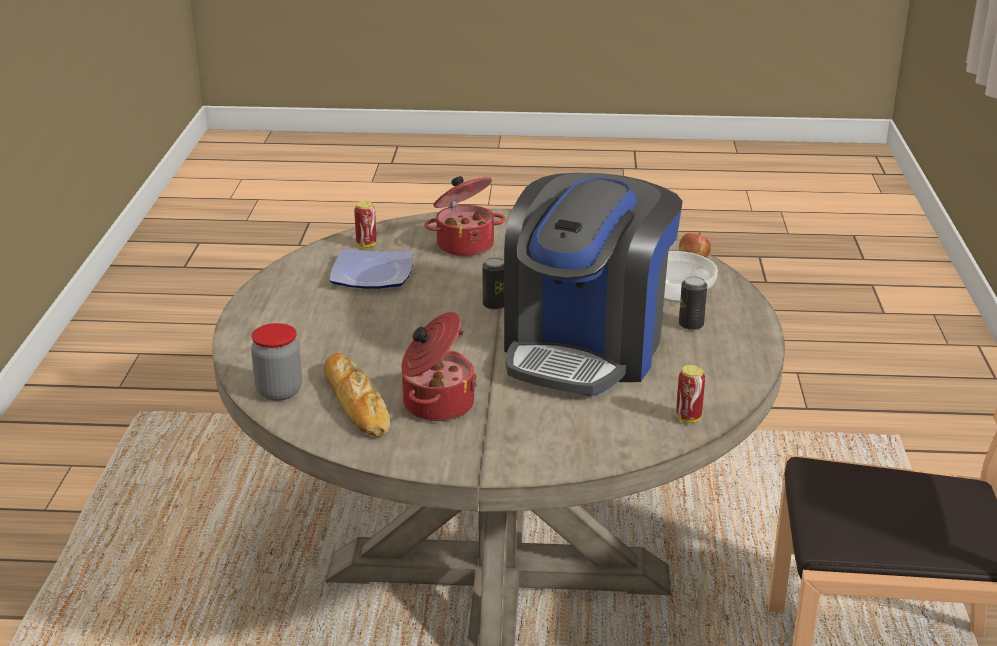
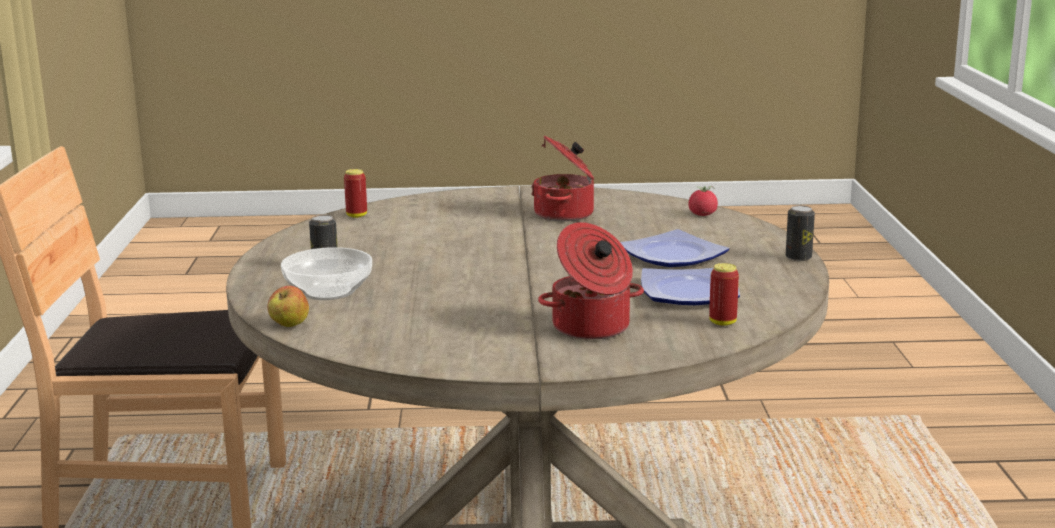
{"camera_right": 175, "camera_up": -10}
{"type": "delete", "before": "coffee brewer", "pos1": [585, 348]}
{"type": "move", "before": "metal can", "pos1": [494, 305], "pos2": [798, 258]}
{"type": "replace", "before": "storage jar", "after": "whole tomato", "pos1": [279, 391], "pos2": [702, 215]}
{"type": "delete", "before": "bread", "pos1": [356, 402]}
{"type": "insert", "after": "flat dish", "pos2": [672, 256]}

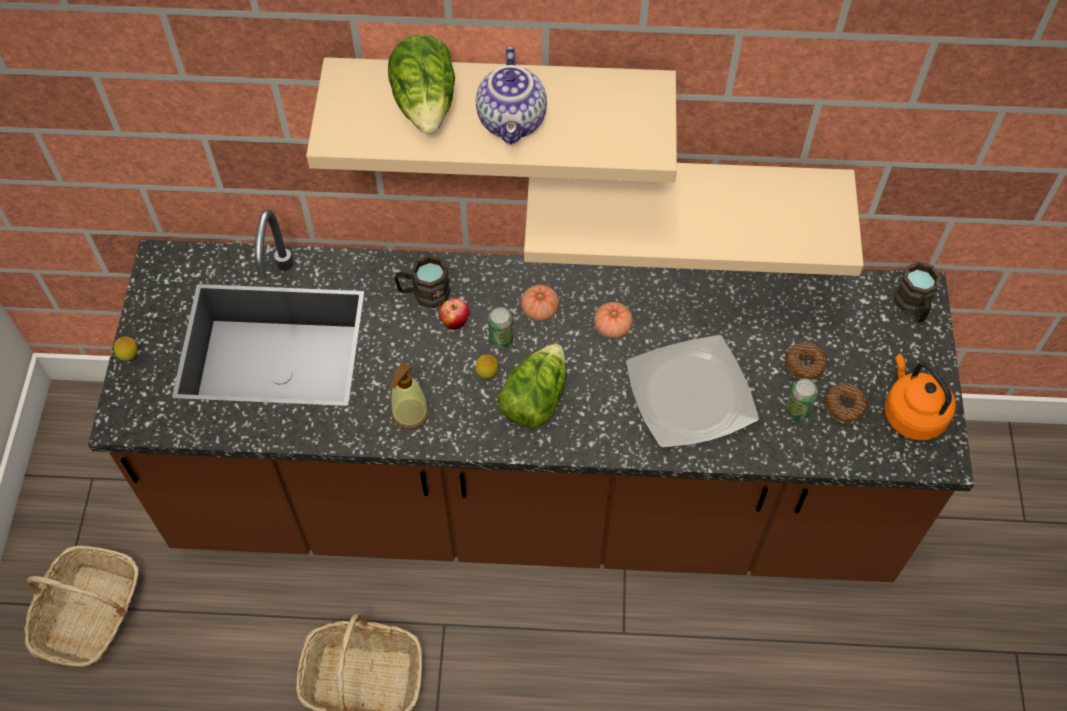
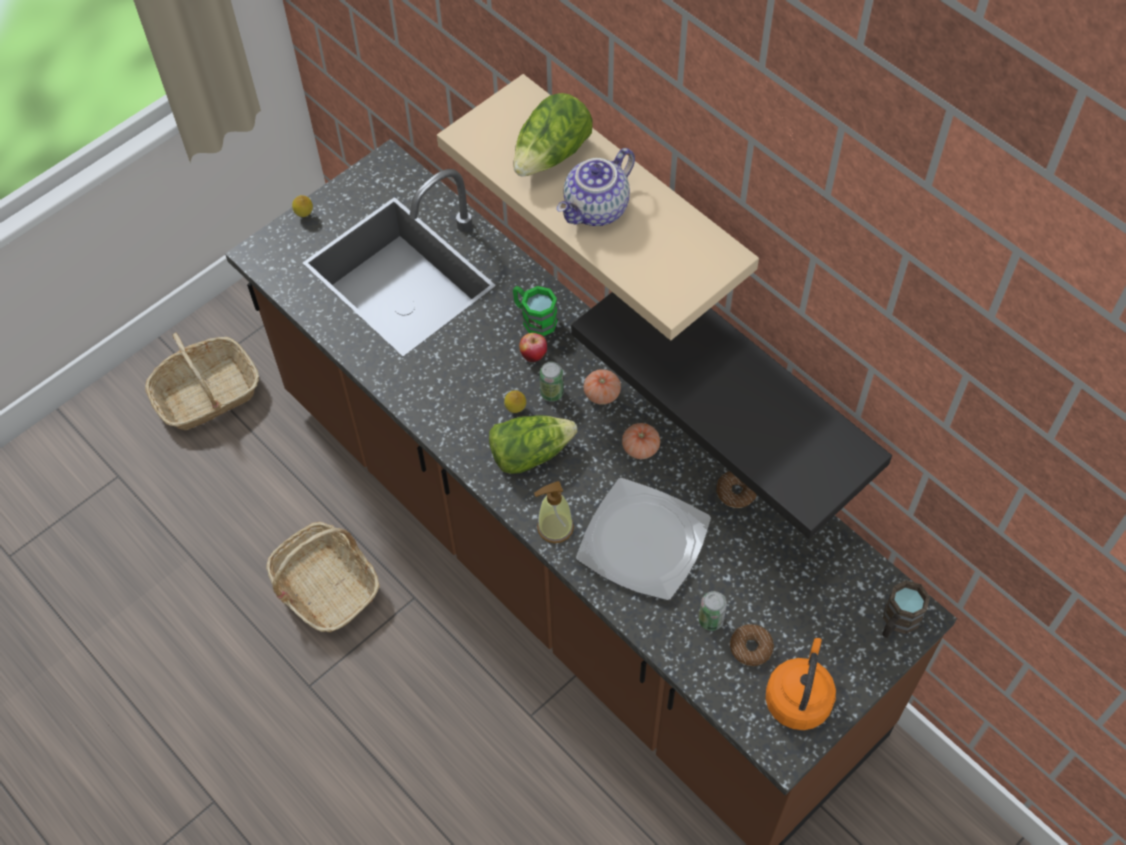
{"camera_right": 45, "camera_up": 0}
{"type": "recolor", "before": "beige-coloured bracket shelf", "after": "black-coloured bracket shelf", "pos1": [686, 193], "pos2": [762, 379]}
{"type": "recolor", "before": "brown mug", "after": "greenish mug", "pos1": [424, 293], "pos2": [534, 318]}
{"type": "move", "before": "doughnut", "pos1": [804, 364], "pos2": [736, 492]}
{"type": "move", "before": "soap dispenser", "pos1": [410, 413], "pos2": [555, 527]}

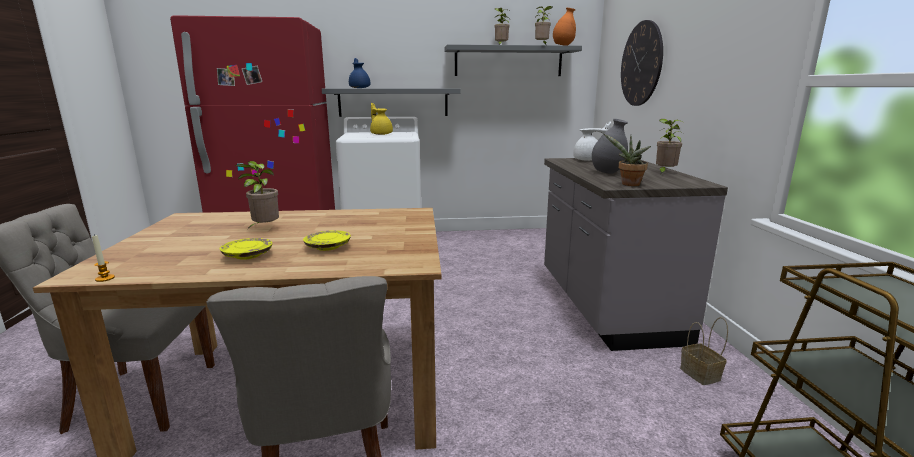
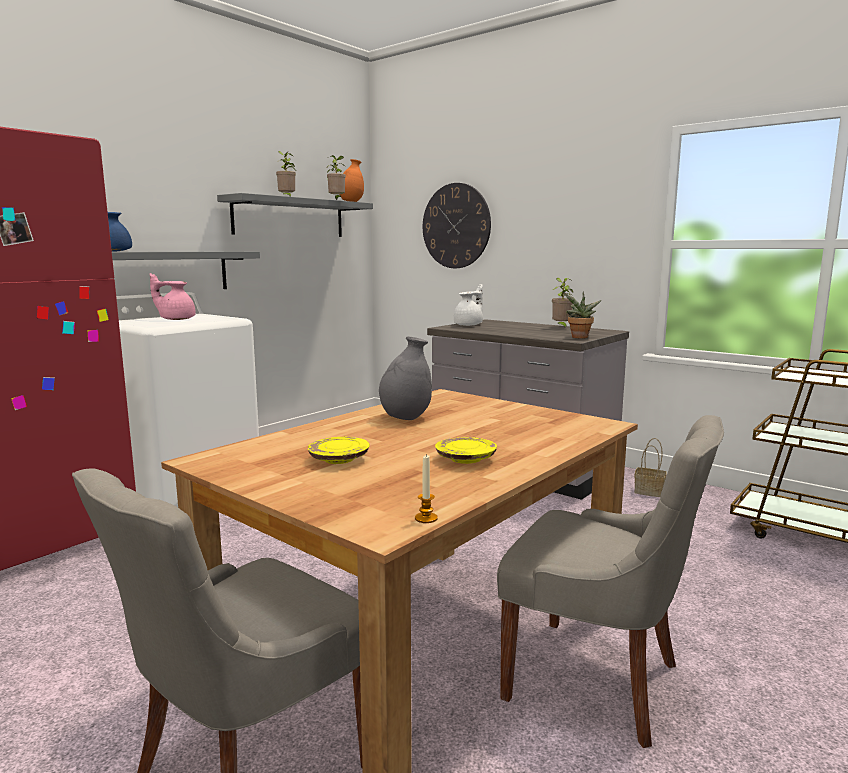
{"camera_right": -45, "camera_up": -5}
{"type": "recolor", "before": "yellowish teapot", "after": "pink teapot", "pos1": [381, 134], "pos2": [176, 319]}
{"type": "move", "before": "greyish flower vase", "pos1": [607, 172], "pos2": [405, 418]}
{"type": "delete", "before": "plant in a pot", "pos1": [264, 229]}
{"type": "move", "before": "yellowish flat dish", "pos1": [327, 247], "pos2": [339, 459]}

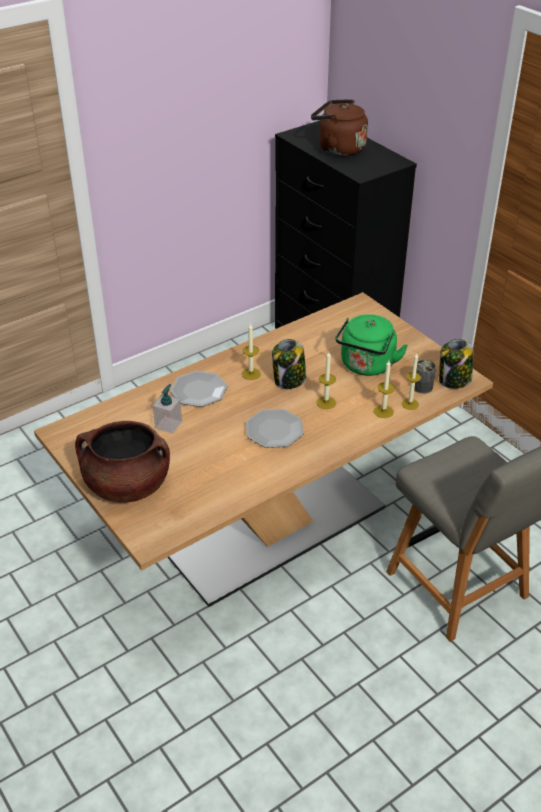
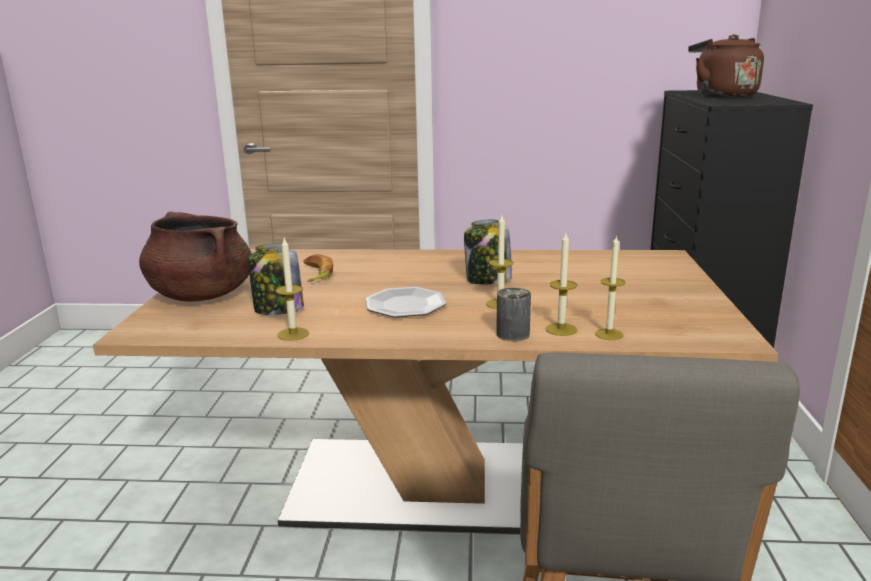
{"camera_right": 40, "camera_up": -20}
{"type": "delete", "before": "greenish kettle", "pos1": [366, 366]}
{"type": "move", "before": "wax candle", "pos1": [251, 374], "pos2": [293, 334]}
{"type": "move", "before": "storage jar", "pos1": [454, 380], "pos2": [278, 310]}
{"type": "move", "before": "metal can", "pos1": [422, 387], "pos2": [513, 334]}
{"type": "delete", "before": "flat dish", "pos1": [199, 390]}
{"type": "replace", "before": "soap dispenser", "after": "whole banana", "pos1": [168, 424], "pos2": [315, 274]}

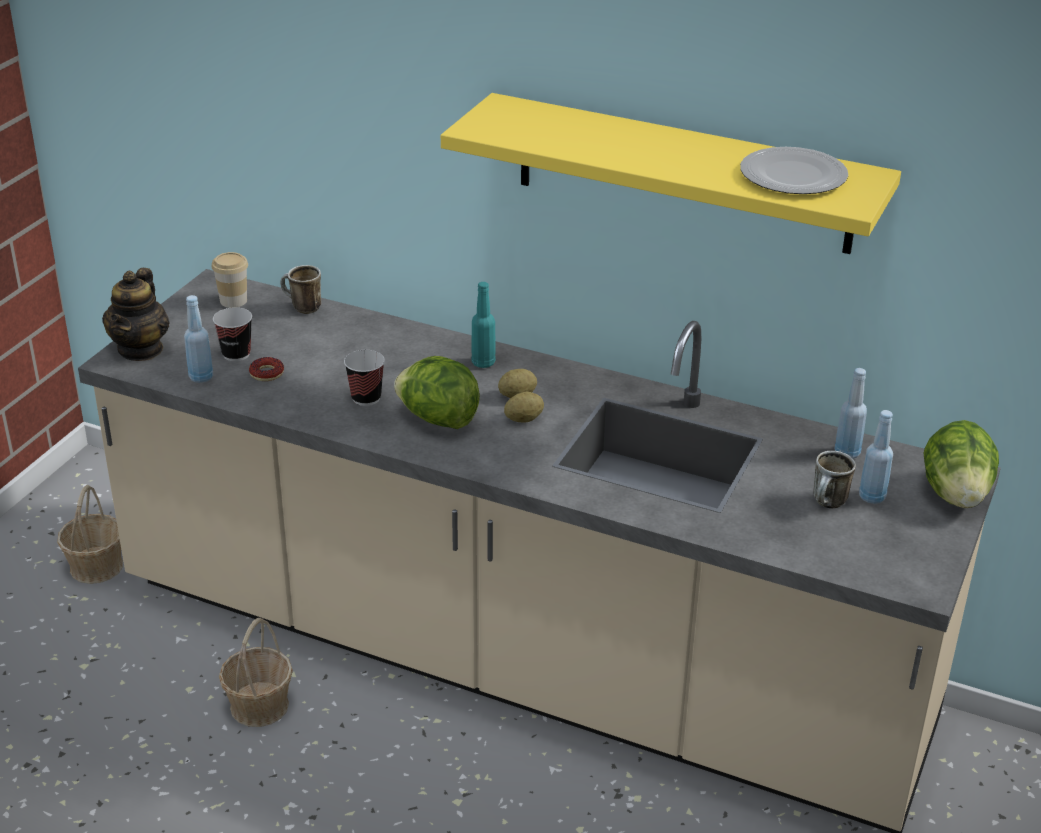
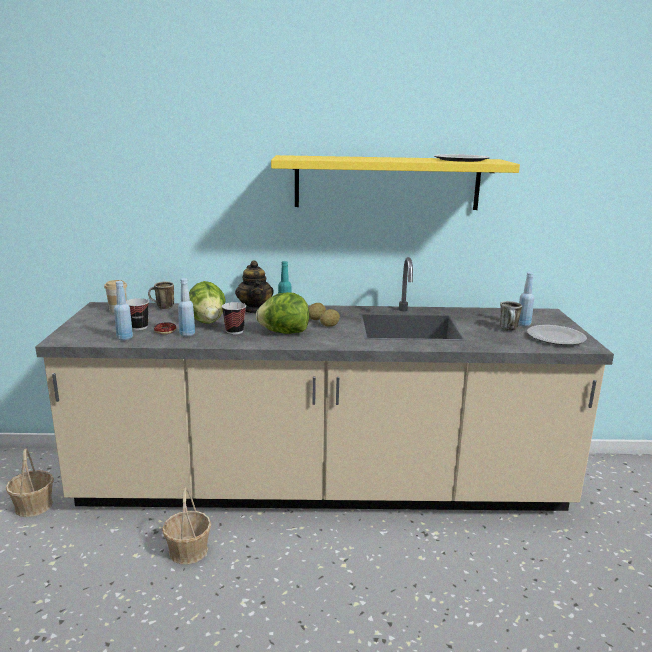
{"camera_right": -25, "camera_up": -15}
{"type": "move", "before": "teapot", "pos1": [141, 349], "pos2": [255, 310]}
{"type": "move", "before": "blue-coloured drink bottle", "pos1": [847, 453], "pos2": [187, 334]}
{"type": "move", "before": "head of lettuce", "pos1": [955, 494], "pos2": [207, 321]}
{"type": "insert", "after": "flat dish", "pos2": [555, 337]}

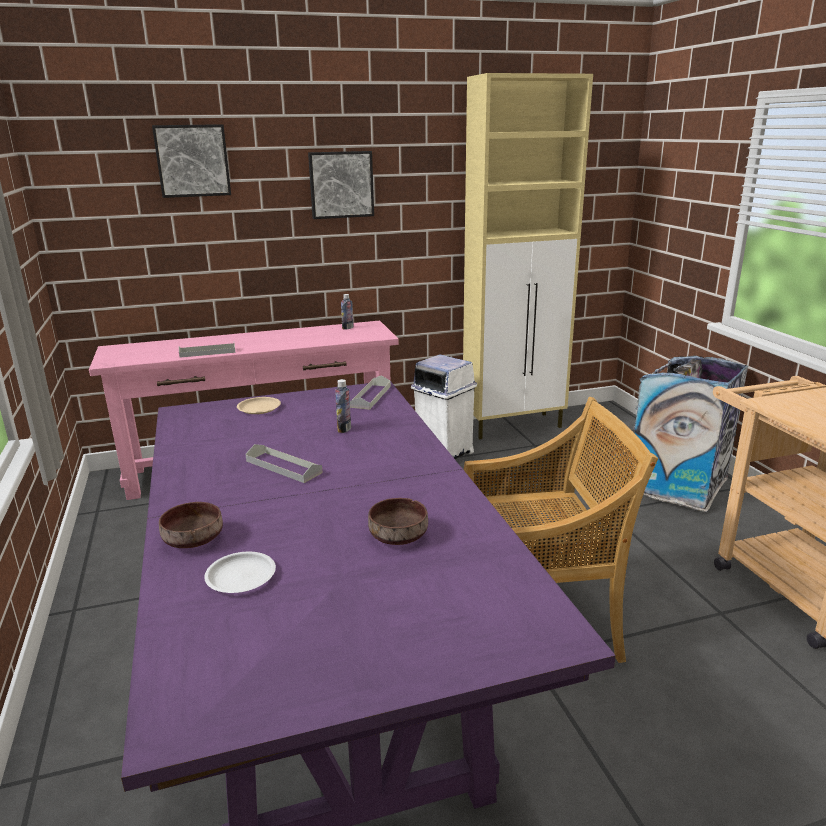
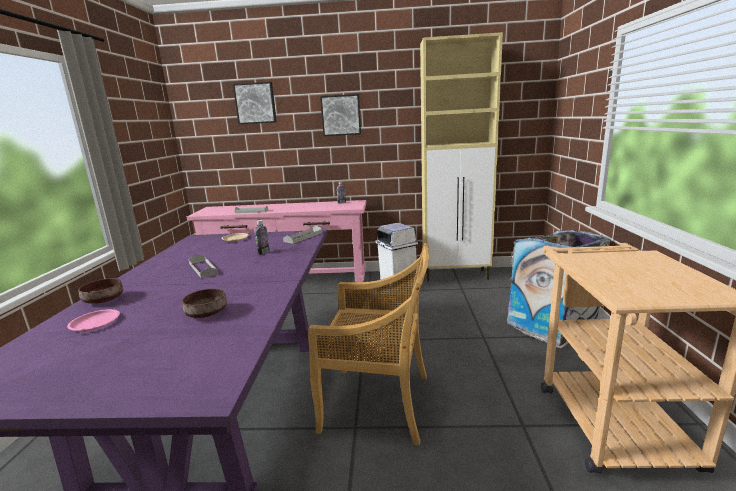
{"camera_right": 20, "camera_up": -5}
{"type": "recolor", "before": "white-coloured flat dish", "after": "pink flat dish", "pos1": [241, 576], "pos2": [95, 323]}

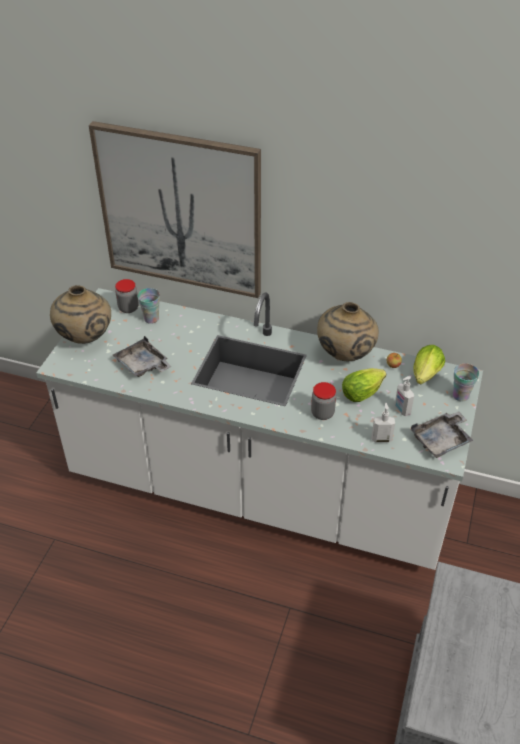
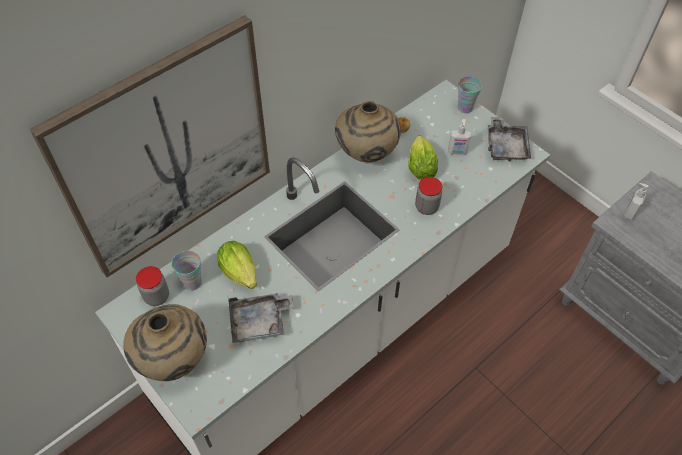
{"camera_right": -60, "camera_up": 10}
{"type": "move", "before": "head of lettuce", "pos1": [425, 376], "pos2": [241, 275]}
{"type": "move", "before": "soap dispenser", "pos1": [381, 439], "pos2": [629, 213]}

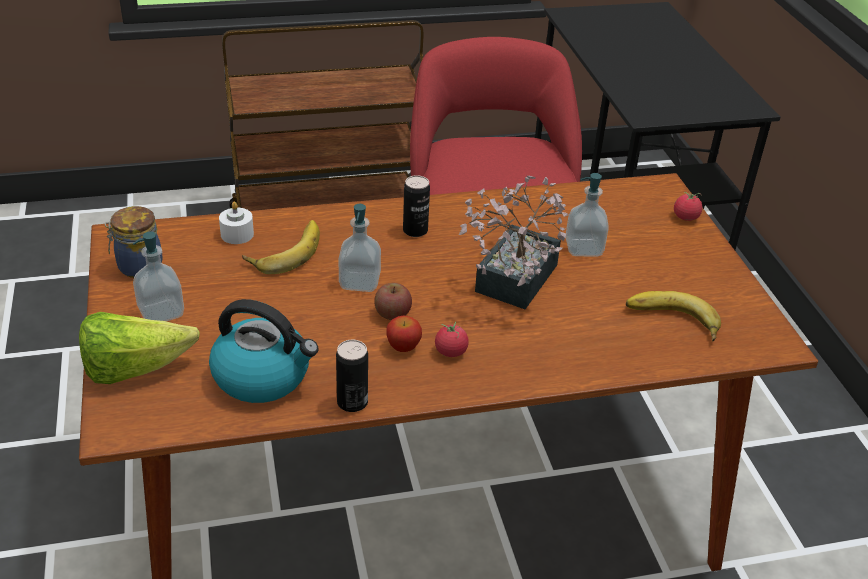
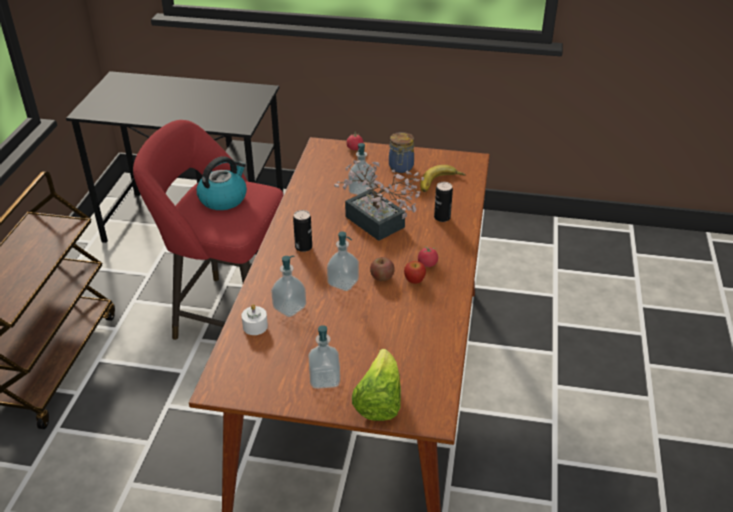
{"camera_right": -65, "camera_up": 0}
{"type": "move", "before": "storage jar", "pos1": [138, 267], "pos2": [401, 168]}
{"type": "replace", "before": "whole banana", "after": "soap dispenser", "pos1": [285, 251], "pos2": [289, 307]}
{"type": "move", "before": "kettle", "pos1": [263, 376], "pos2": [223, 198]}
{"type": "move", "before": "metal can", "pos1": [352, 402], "pos2": [442, 217]}

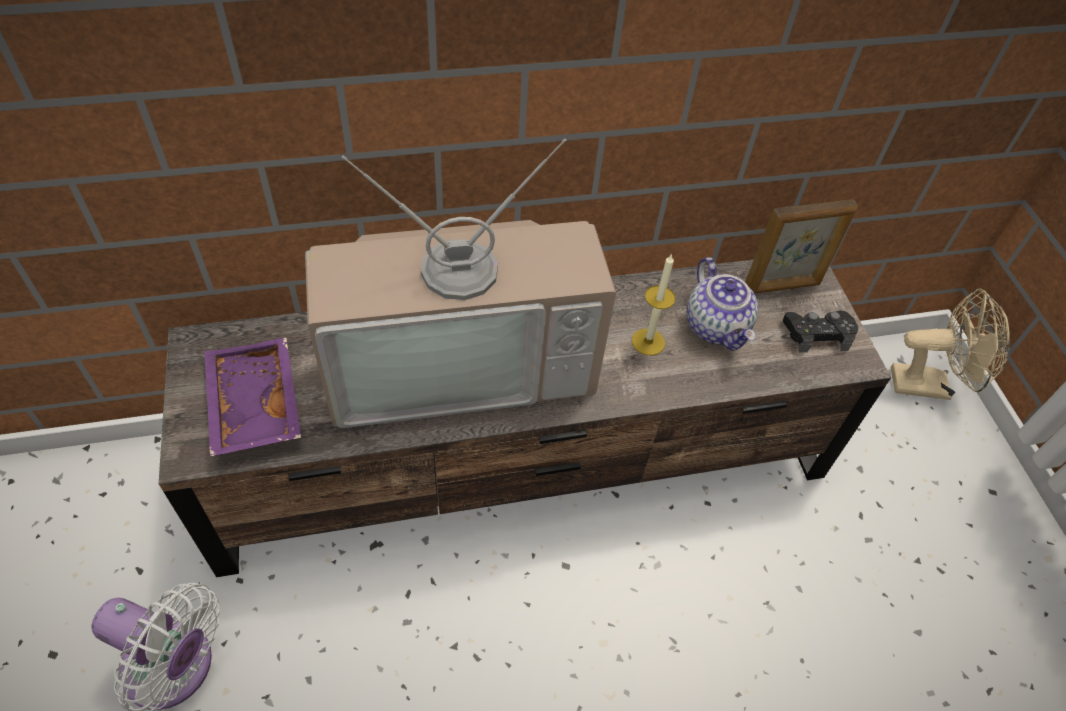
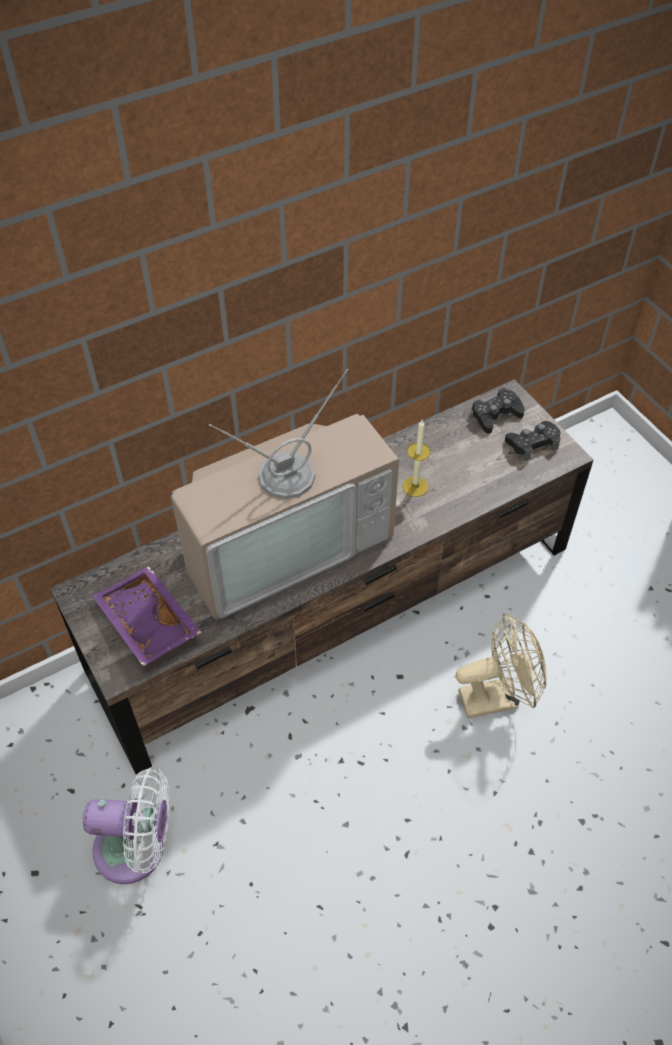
{"camera_right": -15, "camera_up": 0}
{"type": "replace", "before": "picture frame", "after": "black-coloured joypad", "pos1": [782, 286], "pos2": [495, 415]}
{"type": "delete", "before": "teapot", "pos1": [717, 327]}
{"type": "move", "before": "beige-coloured electric fan", "pos1": [929, 384], "pos2": [497, 697]}

